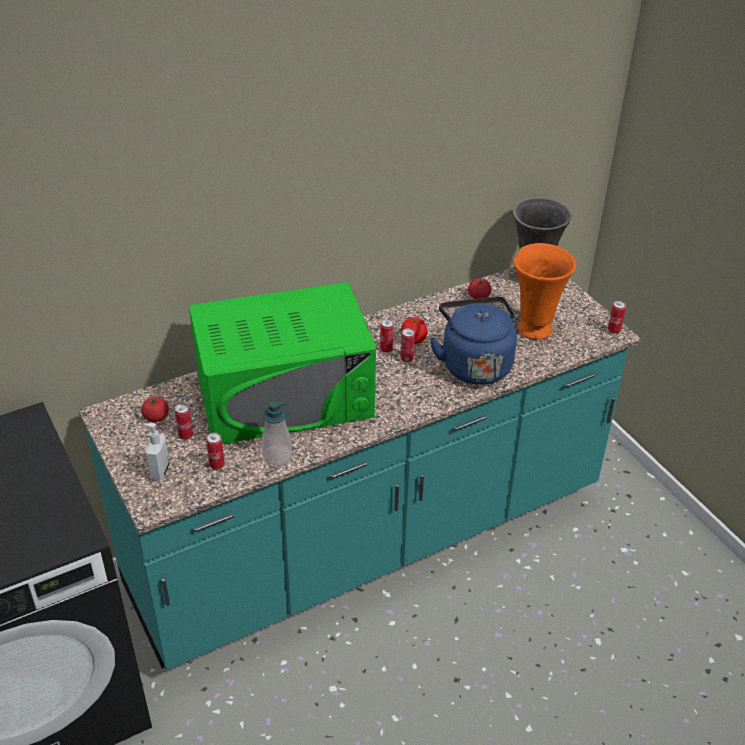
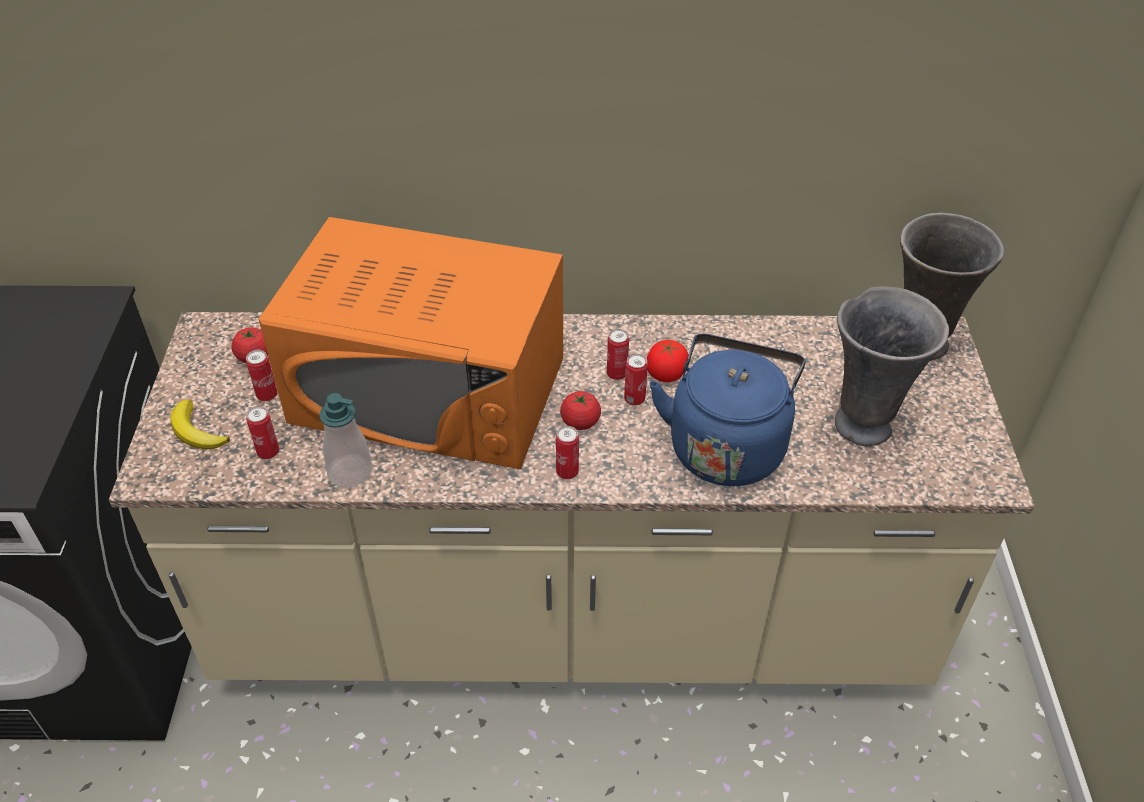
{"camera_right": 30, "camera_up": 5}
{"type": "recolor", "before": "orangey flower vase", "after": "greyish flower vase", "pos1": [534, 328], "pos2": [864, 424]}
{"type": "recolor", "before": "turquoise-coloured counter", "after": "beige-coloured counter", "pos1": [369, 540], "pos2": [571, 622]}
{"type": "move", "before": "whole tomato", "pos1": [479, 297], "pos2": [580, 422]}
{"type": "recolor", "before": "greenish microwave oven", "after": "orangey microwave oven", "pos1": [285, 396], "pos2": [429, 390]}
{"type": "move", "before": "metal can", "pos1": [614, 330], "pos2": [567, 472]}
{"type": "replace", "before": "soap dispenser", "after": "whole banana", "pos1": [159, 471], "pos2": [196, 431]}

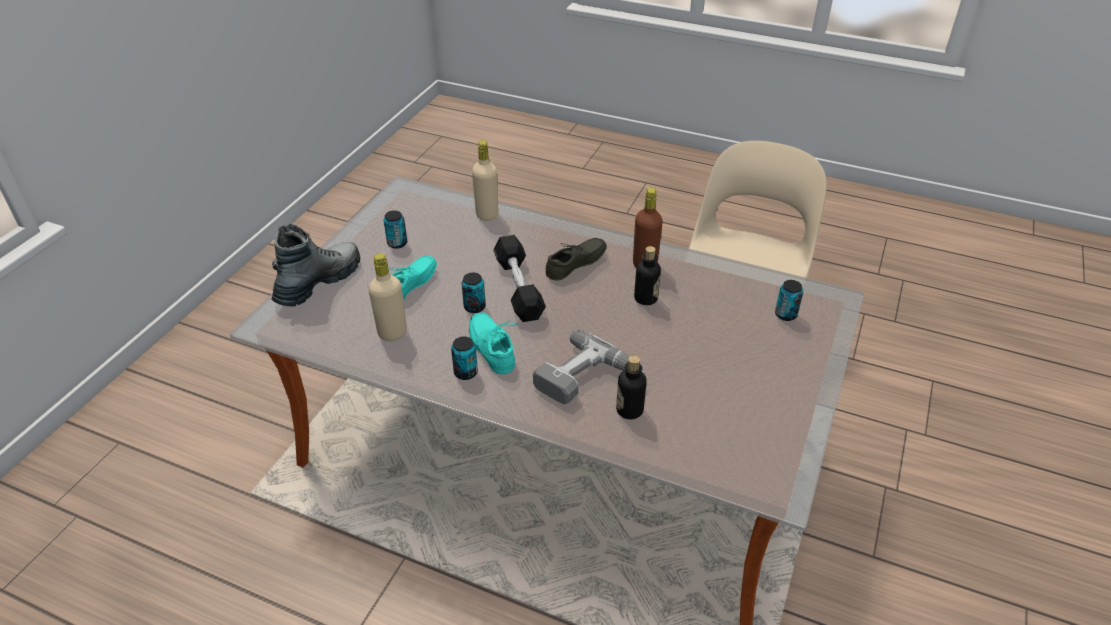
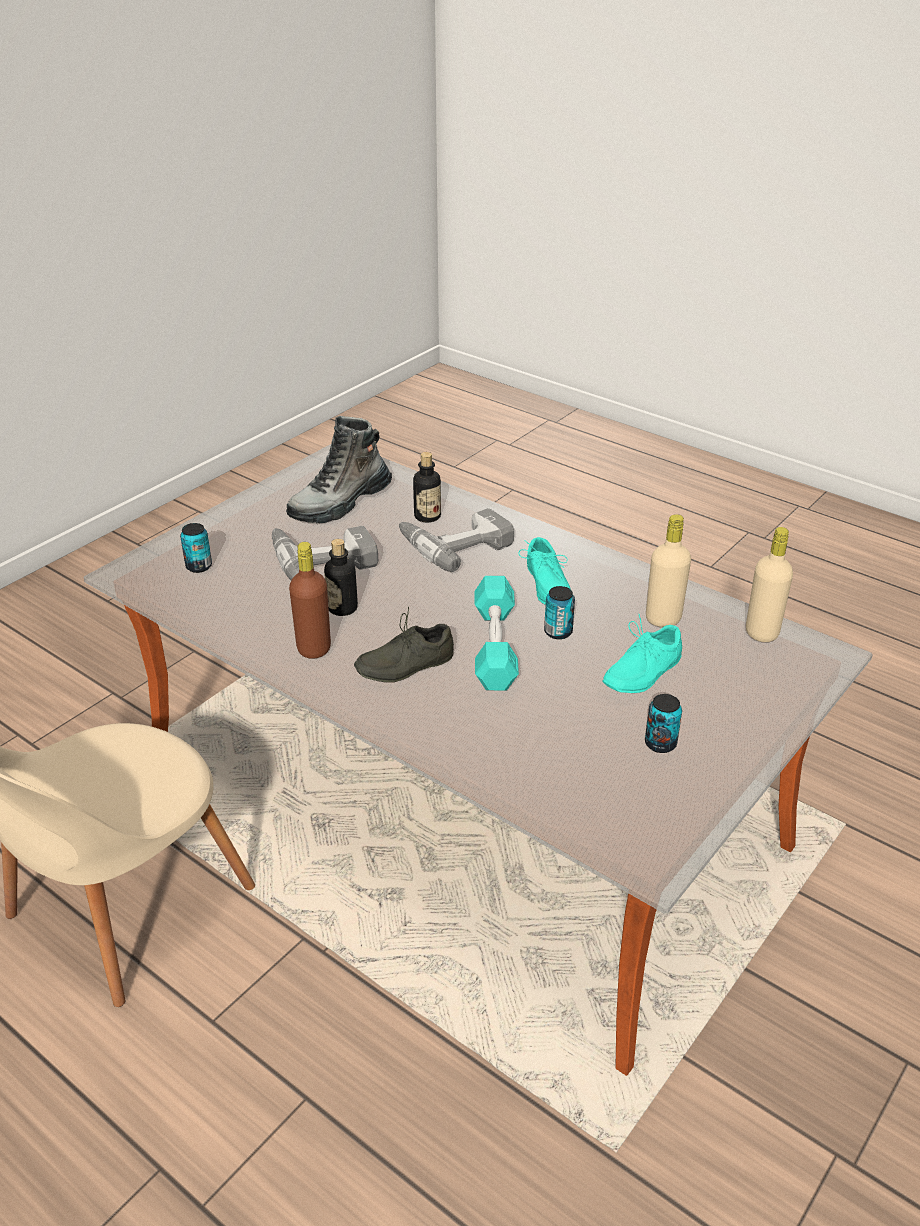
{"camera_right": -165, "camera_up": -5}
{"type": "move", "before": "beige-coloured drink bottle", "pos1": [487, 214], "pos2": [761, 632]}
{"type": "move", "before": "tall boot", "pos1": [318, 282], "pos2": [340, 503]}
{"type": "recolor", "before": "black-coloured free weight", "after": "turquoise-coloured free weight", "pos1": [518, 288], "pos2": [495, 646]}
{"type": "delete", "before": "metal can", "pos1": [465, 372]}
{"type": "insert", "after": "drill", "pos2": [322, 557]}

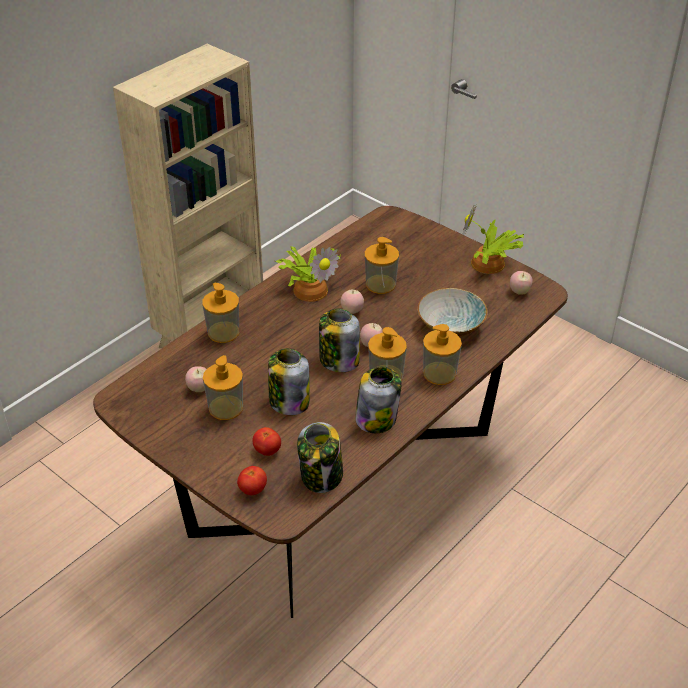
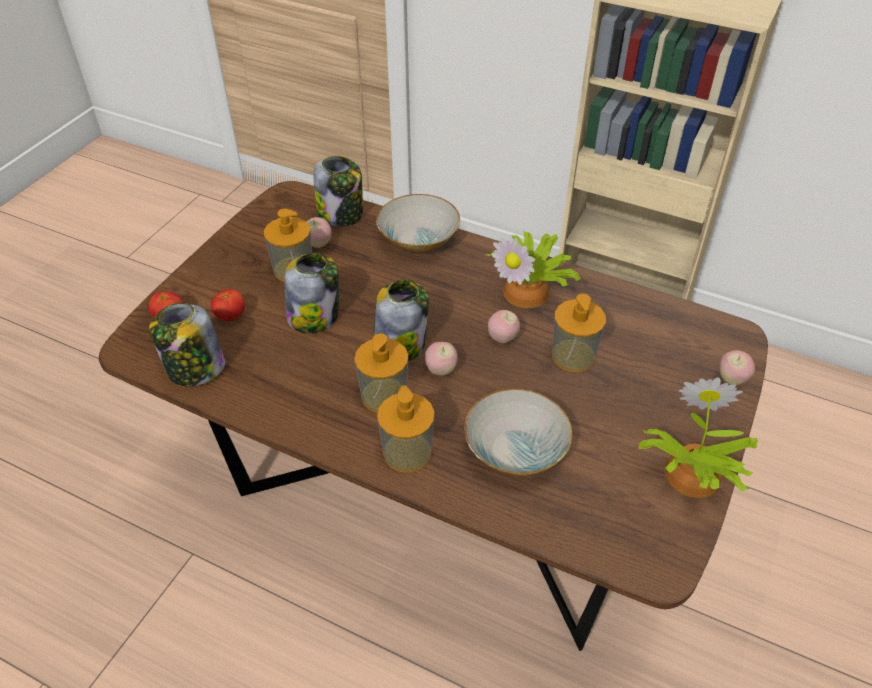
{"camera_right": 75, "camera_up": 5}
{"type": "move", "before": "whole apple", "pos1": [519, 292], "pos2": [731, 379]}
{"type": "replace", "before": "soap dispenser", "after": "deep dish", "pos1": [223, 332], "pos2": [417, 239]}
{"type": "move", "before": "storage jar", "pos1": [376, 418], "pos2": [341, 214]}

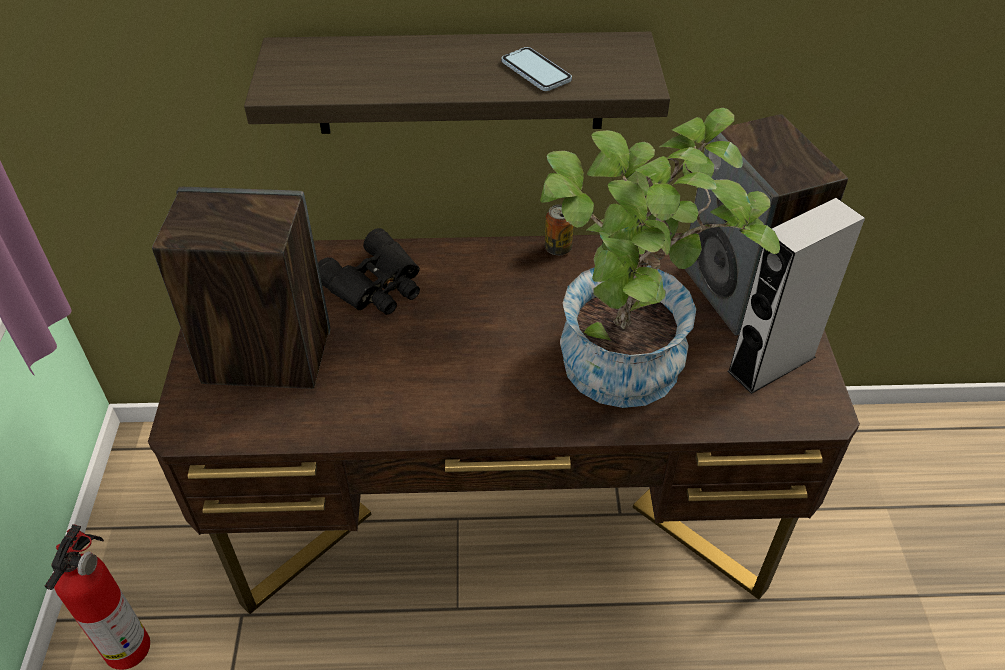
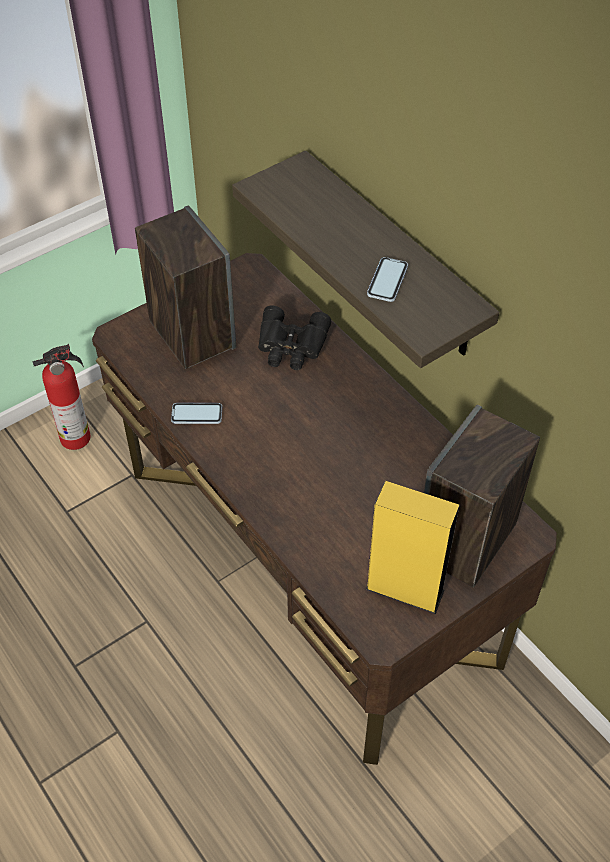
{"camera_right": 55, "camera_up": 5}
{"type": "delete", "before": "plant in a pot", "pos1": [625, 377]}
{"type": "recolor", "before": "greyish audio speaker", "after": "yellowish audio speaker", "pos1": [771, 364], "pos2": [405, 589]}
{"type": "delete", "before": "metal can", "pos1": [558, 248]}
{"type": "insert", "after": "handset", "pos2": [197, 414]}

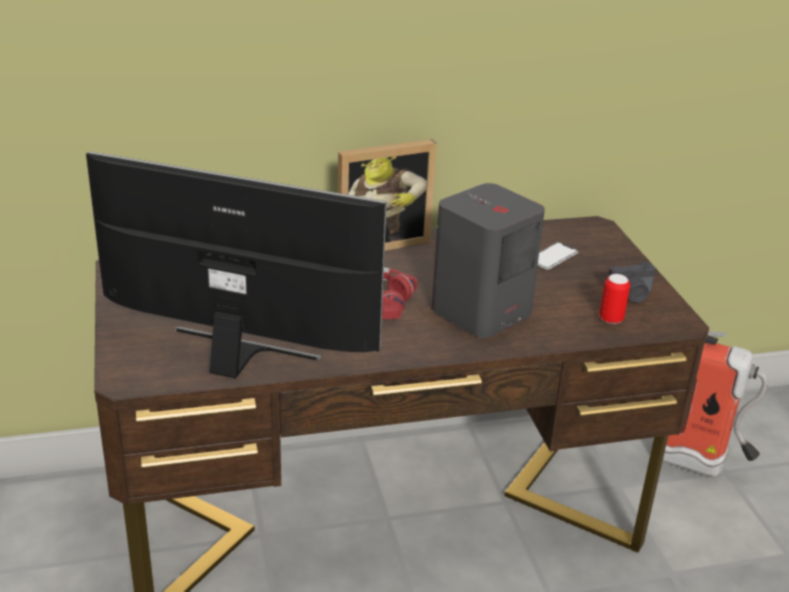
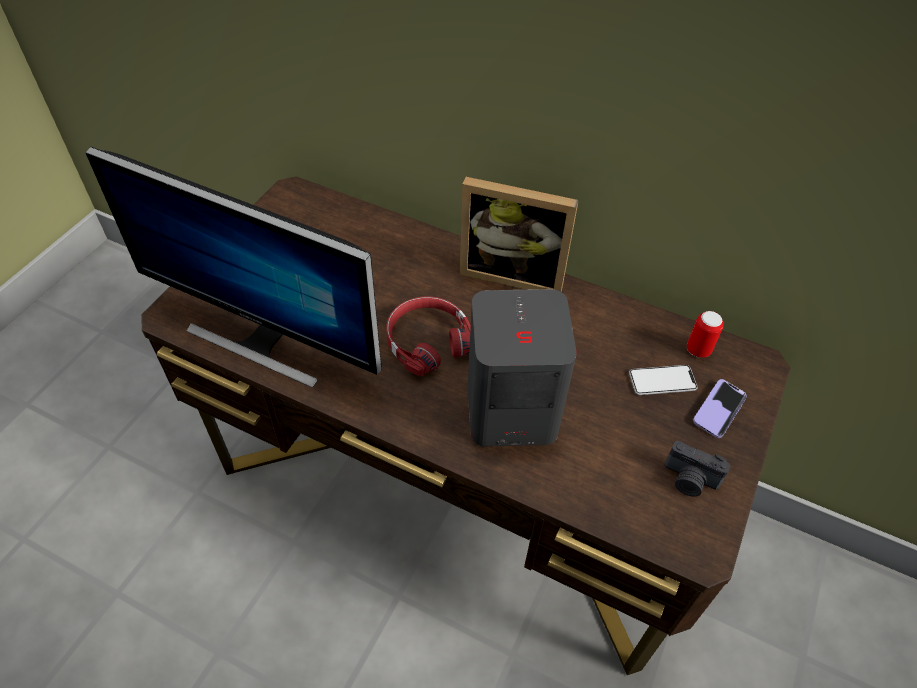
{"camera_right": 40, "camera_up": 20}
{"type": "rotate", "before": "monitor", "pos1": [237, 356], "pos2": [264, 339], "turn": 150}
{"type": "move", "before": "metal can", "pos1": [611, 319], "pos2": [698, 350]}
{"type": "delete", "before": "fire extinguisher", "pos1": [702, 466]}
{"type": "insert", "after": "handset", "pos2": [719, 409]}

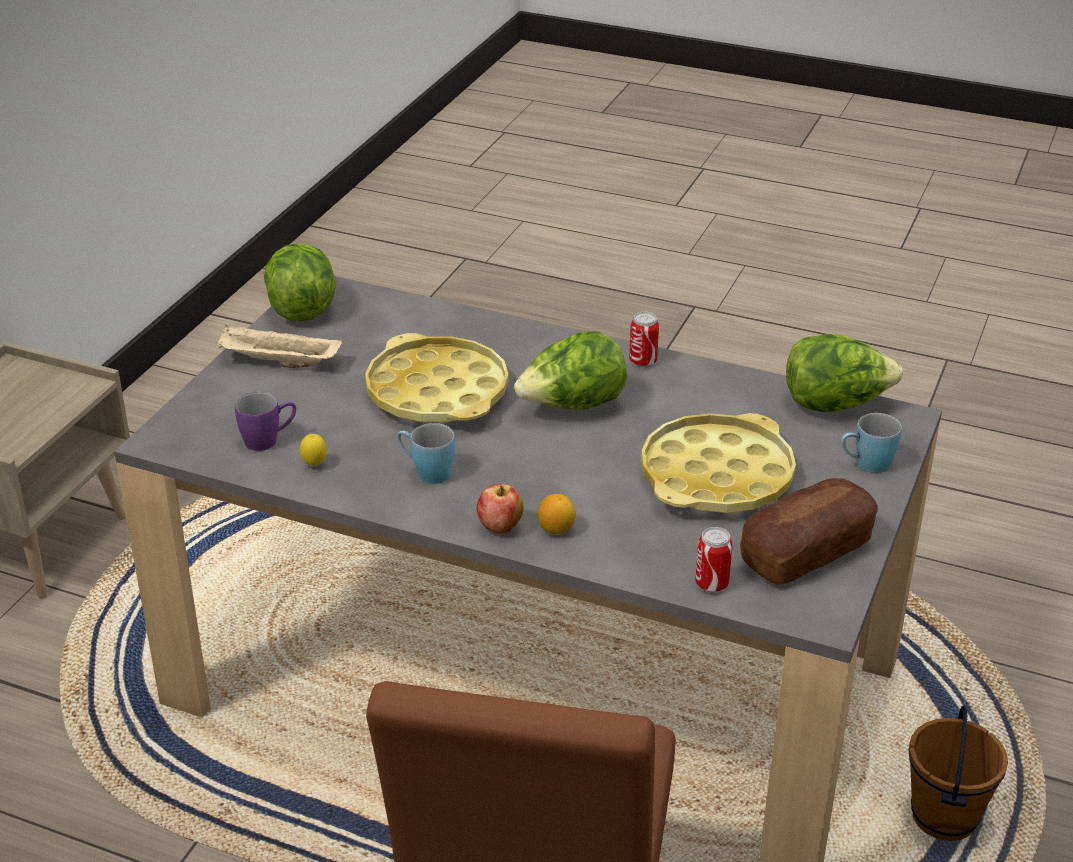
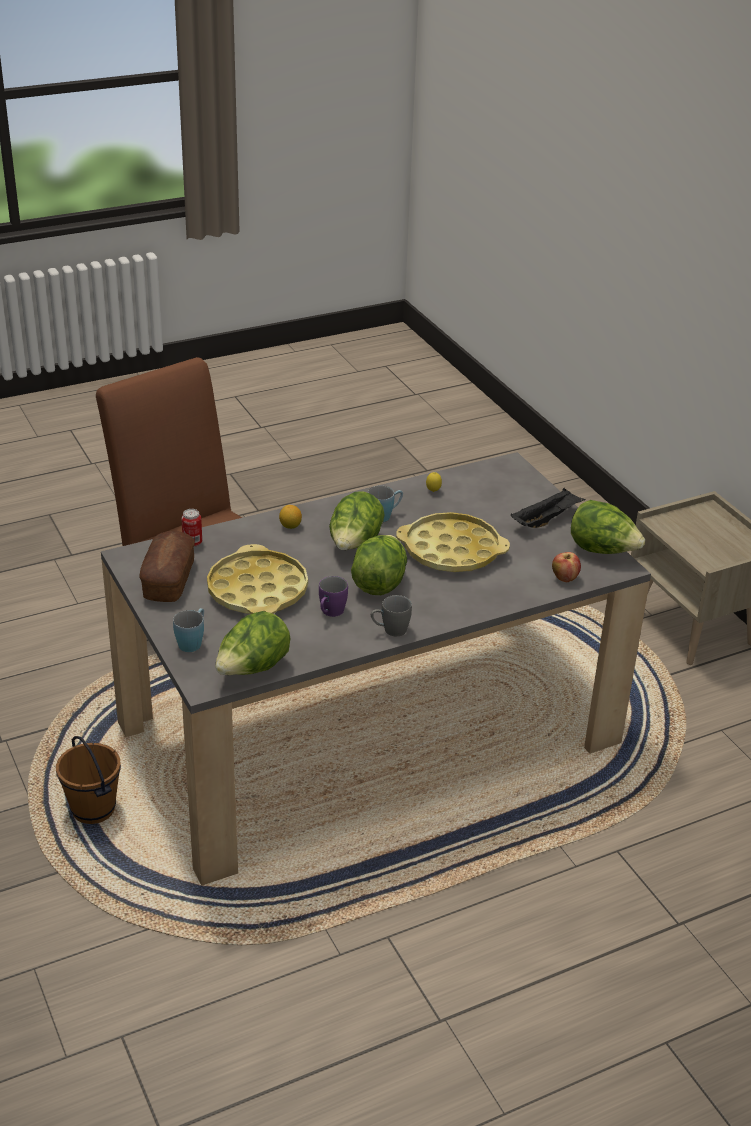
{"camera_right": 130, "camera_up": 0}
{"type": "replace", "before": "metal can", "after": "greyish mug", "pos1": [643, 361], "pos2": [390, 630]}
{"type": "recolor", "before": "beige-coloured carrying tray", "after": "black-coloured carrying tray", "pos1": [278, 362], "pos2": [546, 519]}
{"type": "move", "before": "purplish mug", "pos1": [269, 440], "pos2": [330, 613]}
{"type": "move", "before": "whole apple", "pos1": [500, 527], "pos2": [564, 578]}
{"type": "insert", "after": "head of lettuce", "pos2": [355, 545]}

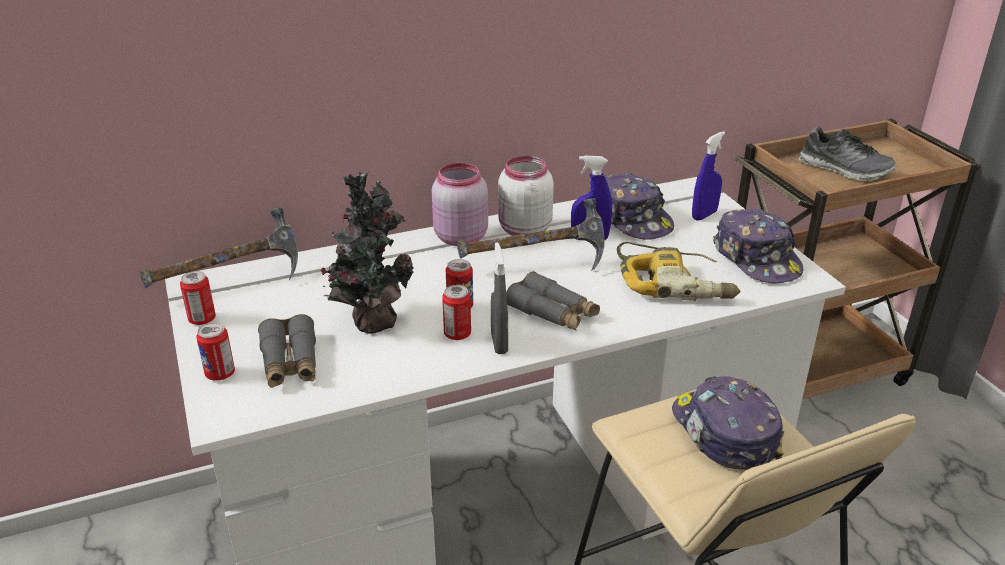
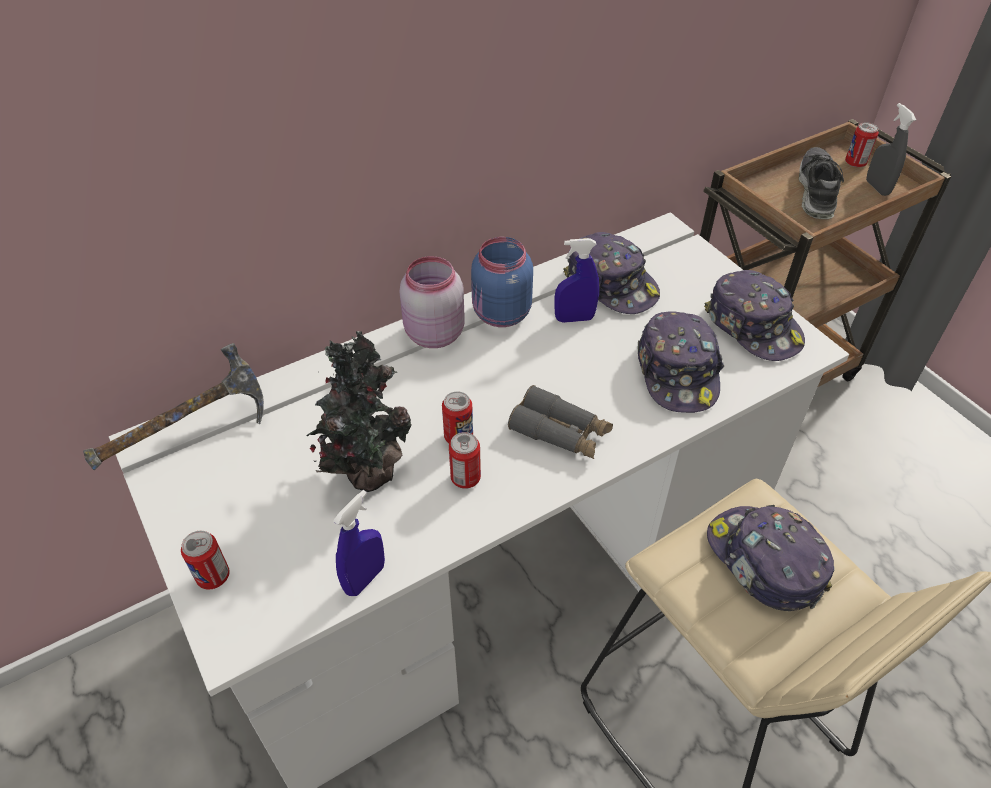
{"camera_right": -10, "camera_up": 15}
{"type": "rotate", "before": "item of footwear", "pos1": [844, 169], "pos2": [815, 192], "turn": -105}
{"type": "move", "before": "blue-coloured spray bottle", "pos1": [704, 215], "pos2": [365, 578]}
{"type": "recolor", "before": "white-coloured storage jar", "after": "blue-coloured storage jar", "pos1": [523, 230], "pos2": [500, 314]}
{"type": "delete", "before": "tool hammer", "pos1": [535, 266]}
{"type": "move", "before": "greyish spray bottle", "pos1": [499, 343], "pos2": [877, 188]}
{"type": "replace", "before": "drill", "after": "baseball cap", "pos1": [674, 283], "pos2": [678, 372]}
{"type": "move", "before": "metal can", "pos1": [202, 319], "pos2": [855, 163]}
{"type": "delete", "before": "greyish field glasses", "pos1": [290, 362]}

